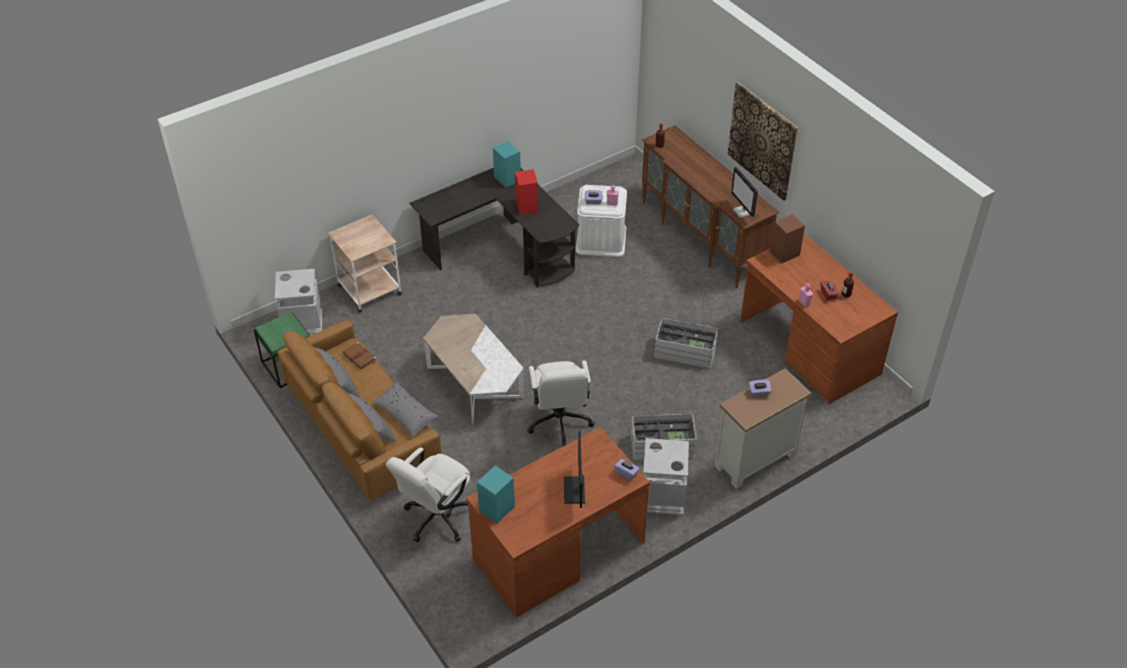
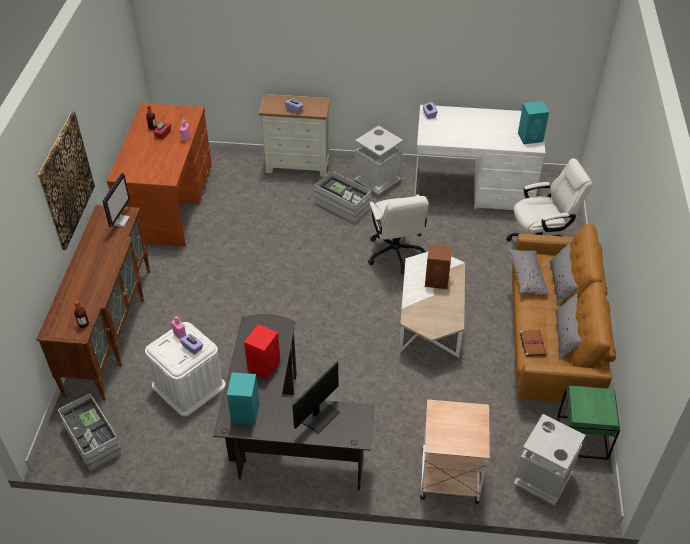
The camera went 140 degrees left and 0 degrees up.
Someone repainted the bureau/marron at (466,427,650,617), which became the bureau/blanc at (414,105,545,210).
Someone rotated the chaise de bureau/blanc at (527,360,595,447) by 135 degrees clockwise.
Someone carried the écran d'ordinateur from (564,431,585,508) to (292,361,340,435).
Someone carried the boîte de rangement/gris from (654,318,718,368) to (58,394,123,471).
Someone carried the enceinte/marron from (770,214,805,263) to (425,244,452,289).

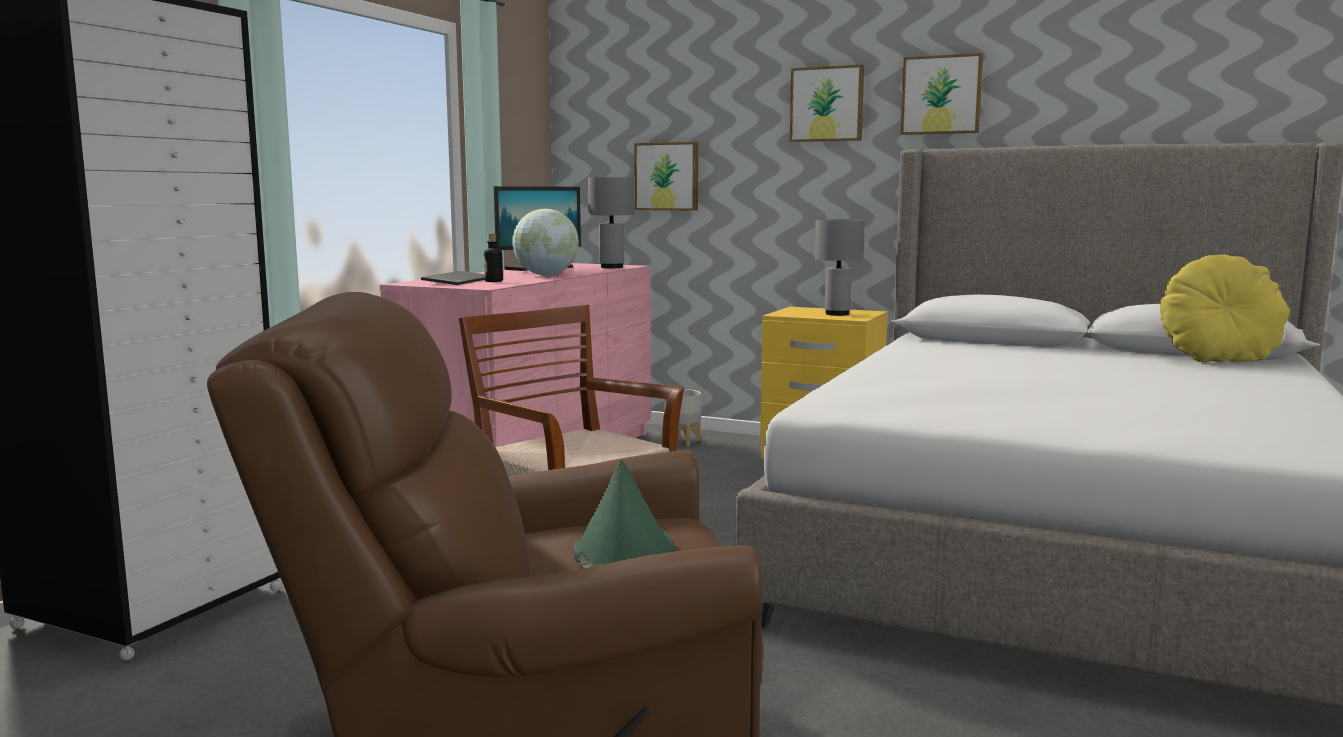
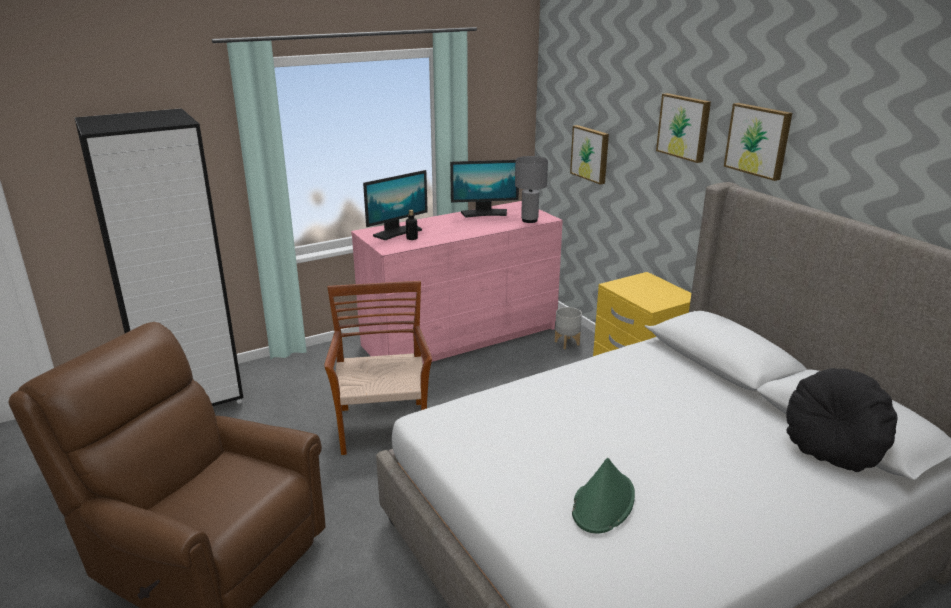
The camera went 35 degrees right and 15 degrees up.
Someone swapped the clavier at (421,271,485,285) for the écran d'ordinateur at (363,170,428,240).
Someone took away the globe at (512,209,579,275).
Someone carried the chapeau/vert from (574,459,676,568) to (572,458,635,533).
Someone took away the lampe de table/gris at (815,219,865,316).
Someone repainted the coussin/jaune at (1160,254,1290,362), which became the coussin/noir at (786,368,897,472).

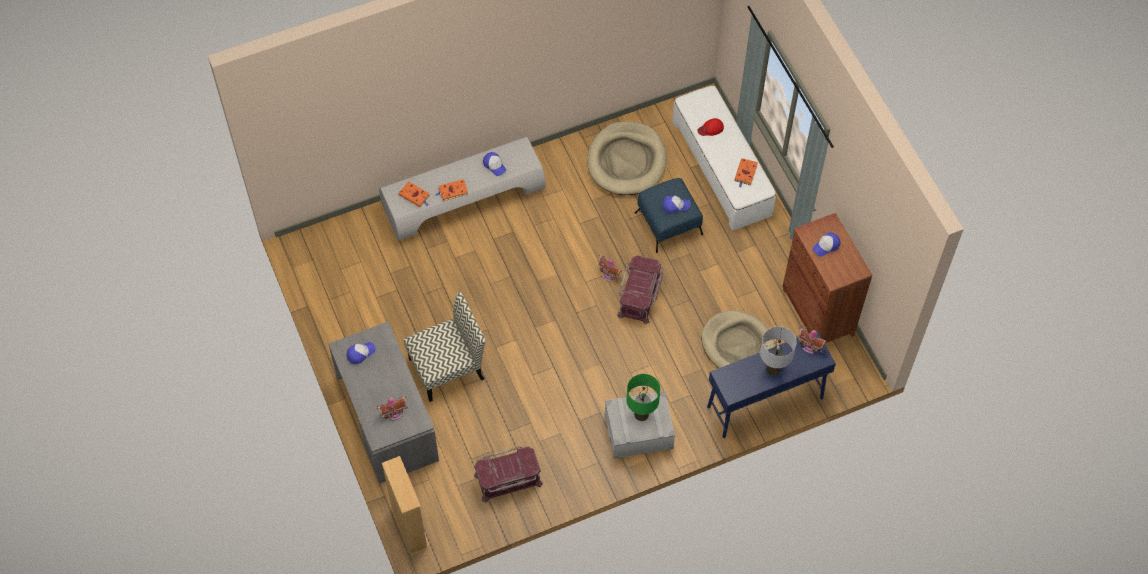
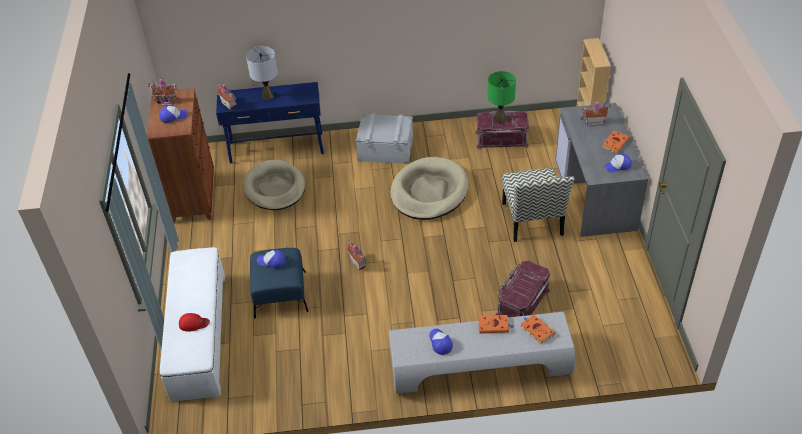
The camera went 160 degrees left and 15 degrees down.
Someone rotated the chaise at (404,292,486,402) by 90 degrees counterclockwise.
Someone carried the panier pour chien/beige from (587,121,667,195) to (390,157,469,220).
Someone carried the boîte de rangement/rouge from (617,255,663,324) to (495,261,550,317).
Someone carried the lampe de table/vert from (626,374,660,421) to (487,71,516,123).
Someone carried the livre/orange from (734,158,758,187) to (602,131,629,154).
Someone put down the maison miniature at (148,78,179,106).

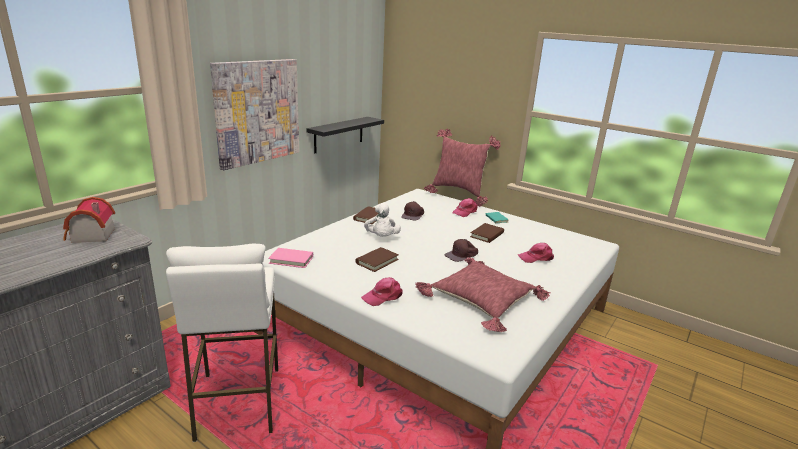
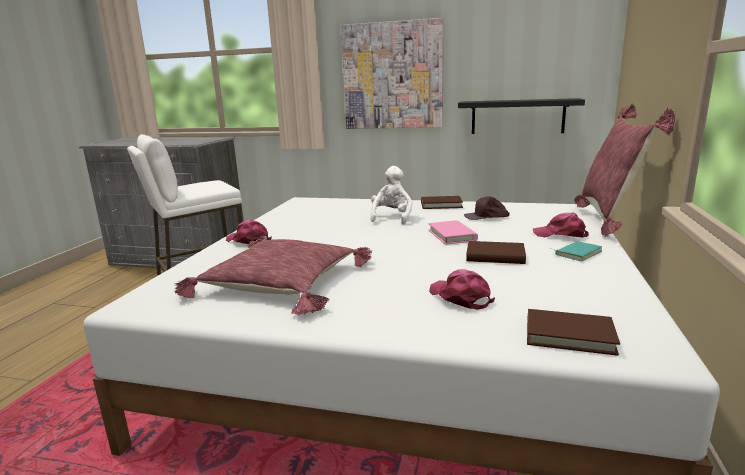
The camera went 70 degrees right and 5 degrees down.
Someone took away the maison miniature at (63,197,115,243).
Someone carried the livre/rose from (268,248,313,268) to (428,220,478,245).
Someone carried the livre/marron from (356,247,399,272) to (527,309,620,356).
Someone rotated the peluche/blanc at (364,203,401,237) by 135 degrees clockwise.
Someone took away the casquette/marron at (445,239,478,262).

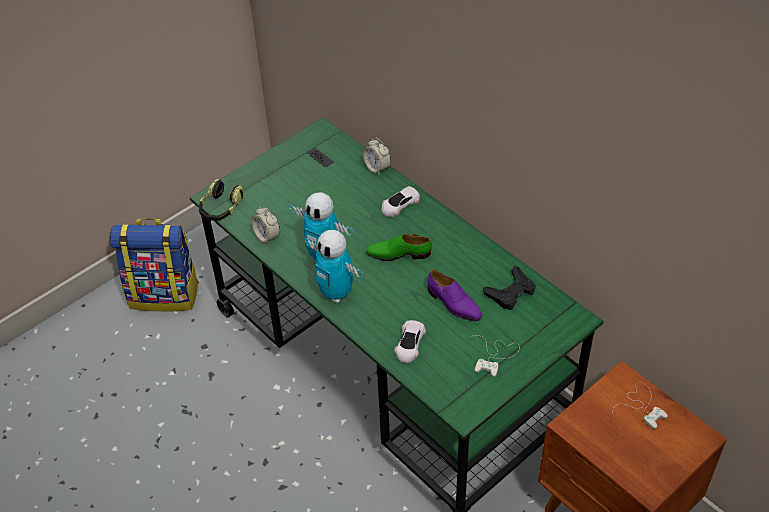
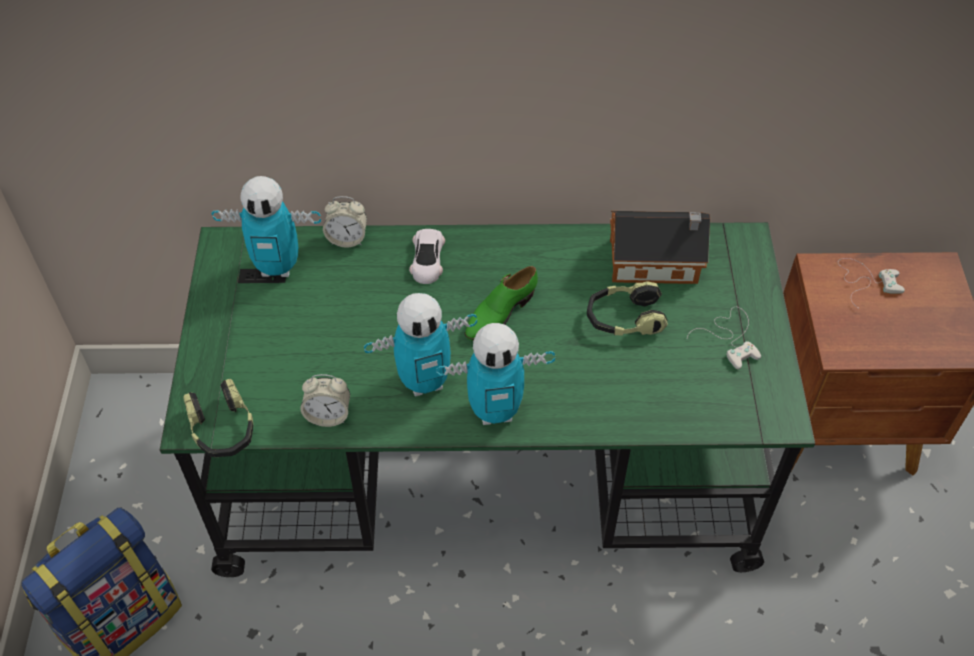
The camera went 50 degrees left and 5 degrees up.
Someone took away the petite voiture/blanc at (394,320,426,363).
Someone swapped the chaussure/violet at (428,269,482,321) for the casque audio at (587,281,668,336).
Someone swapped the manette/noir at (483,265,536,310) for the maison miniature at (610,211,710,284).
Someone put down the robot jouet at (212,176,321,277).

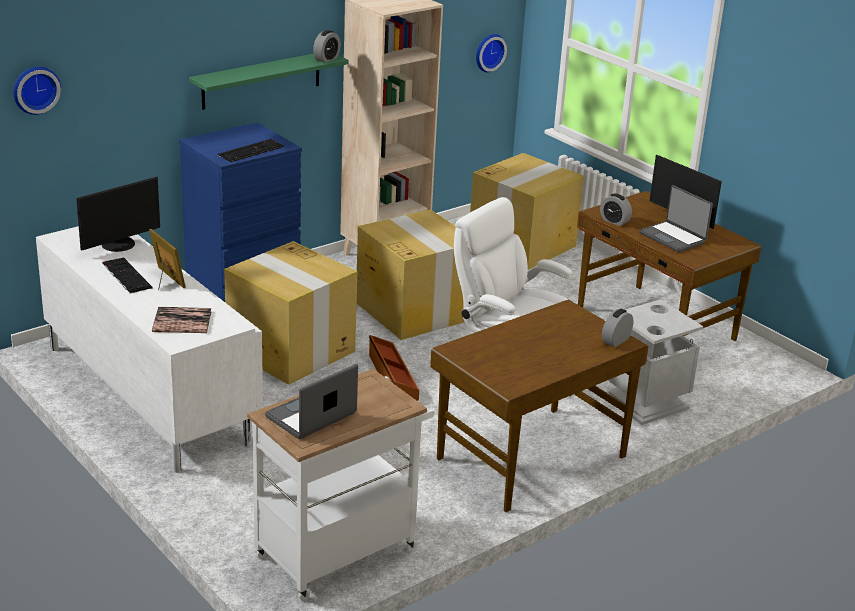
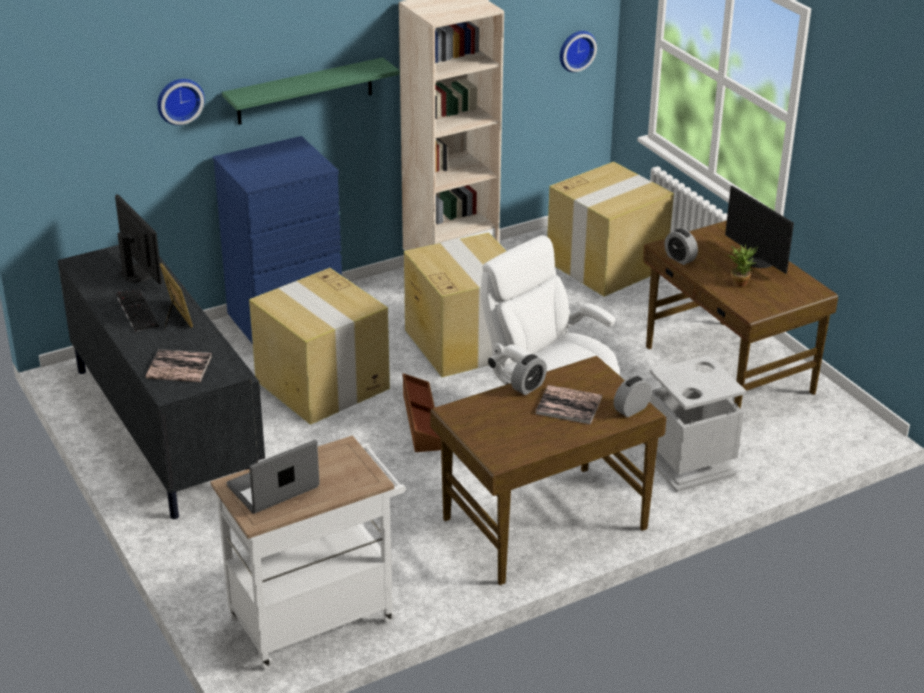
The camera went 10 degrees right and 5 degrees up.
Someone carried the horloge murale from (13,67,61,115) to (157,79,205,125).
Someone repainted the meuble de rangement/blanc at (36,226,263,473), which became the meuble de rangement/noir at (58,245,265,519).
Someone rotated the écran d'ordinateur at (76,177,160,252) by 90 degrees counterclockwise.
Someone took away the clavier at (218,139,284,162).
Someone carried the réveil from (313,30,341,63) to (511,354,547,395).
Someone swapped the ordinateur portable at (639,185,713,253) for the plante en pot at (728,243,758,287).
Someone put down the livre at (536,385,602,425).

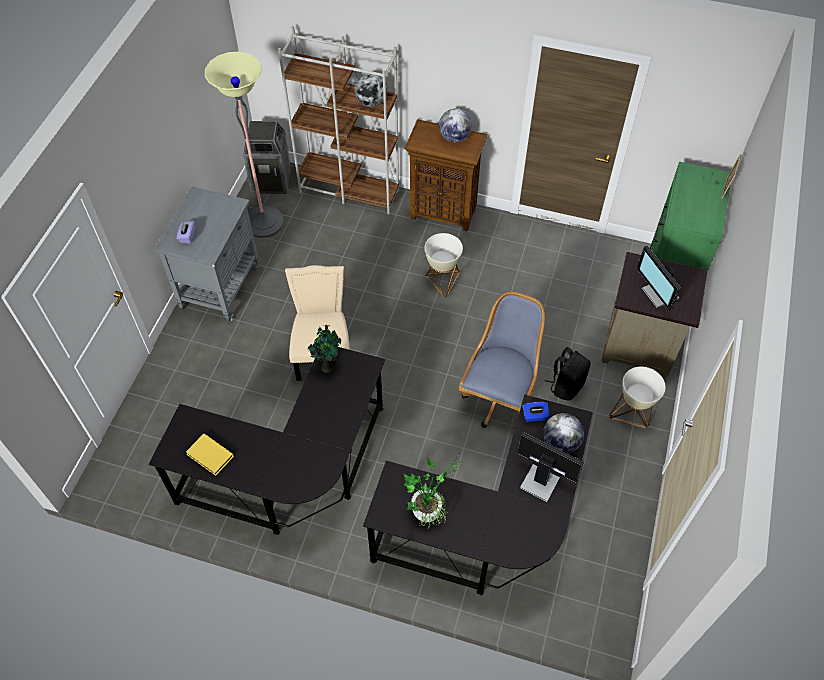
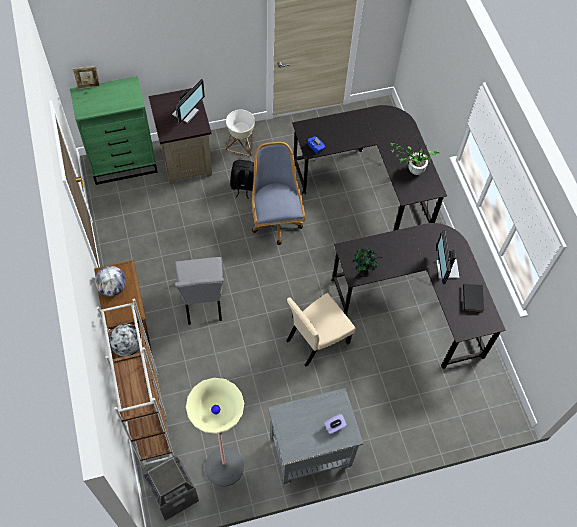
The camera went 125 degrees left and 5 degrees up.
Someone repainted the livre/jaune at (186,433,234,476), which became the livre/noir at (463,284,484,312).
Someone swapped the cache-pot at (424,233,463,298) for the chaise/gris at (175,257,224,325).
Someone rotated the chaise de bureau/bleu at (459,291,545,428) by 90 degrees clockwise.
Someone carried the écran d'ordinateur from (518,432,584,502) to (436,231,460,284).
Someone took away the globe at (543,413,584,454).

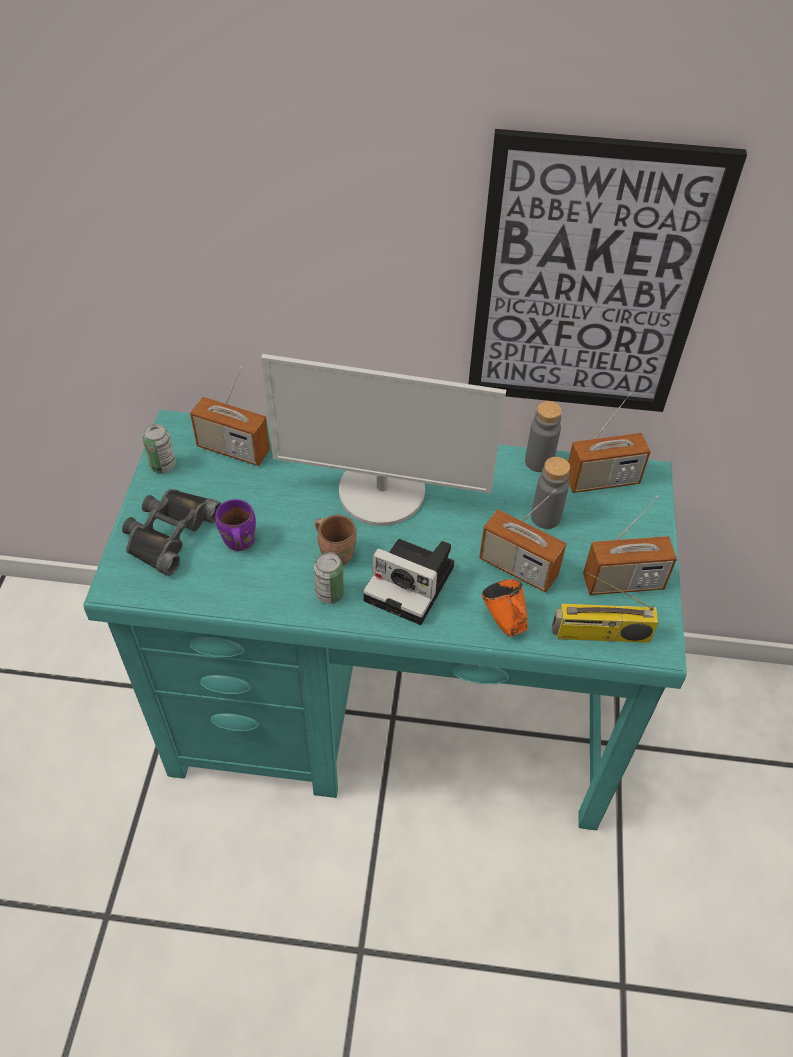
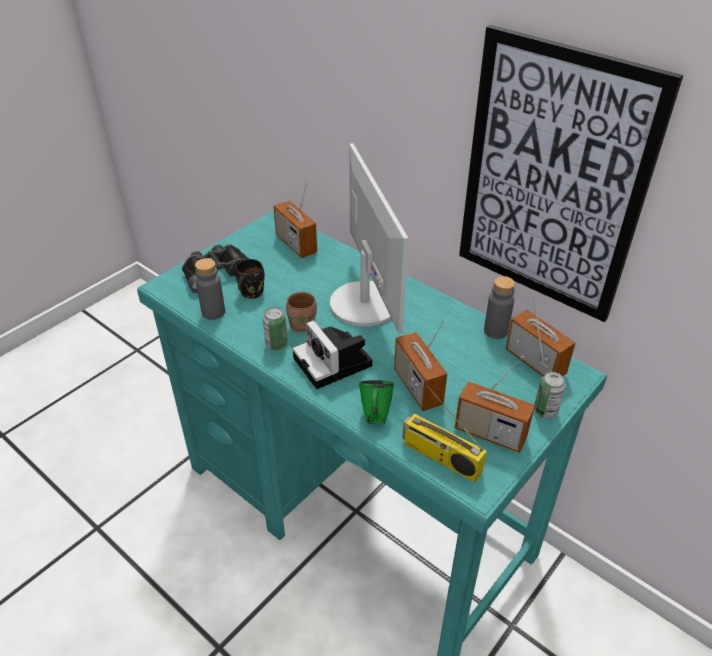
The camera went 35 degrees right and 10 degrees down.
Someone carried the boîte métallique from (142,424,176,473) to (534,372,566,418).
Someone repainted the mug/violet at (215,499,256,551), which became the mug/noir at (235,259,265,299).
Someone rotated the écran d'ordinateur at (261,354,506,526) by 150 degrees counterclockwise.
Someone repainted the mug/orange at (482,579,528,637), which became the mug/vert at (359,380,394,424).
Someone carried the bouteille/gris from (531,457,570,529) to (195,258,225,320).
Someone rotated the radio at (568,392,651,493) by 150 degrees counterclockwise.

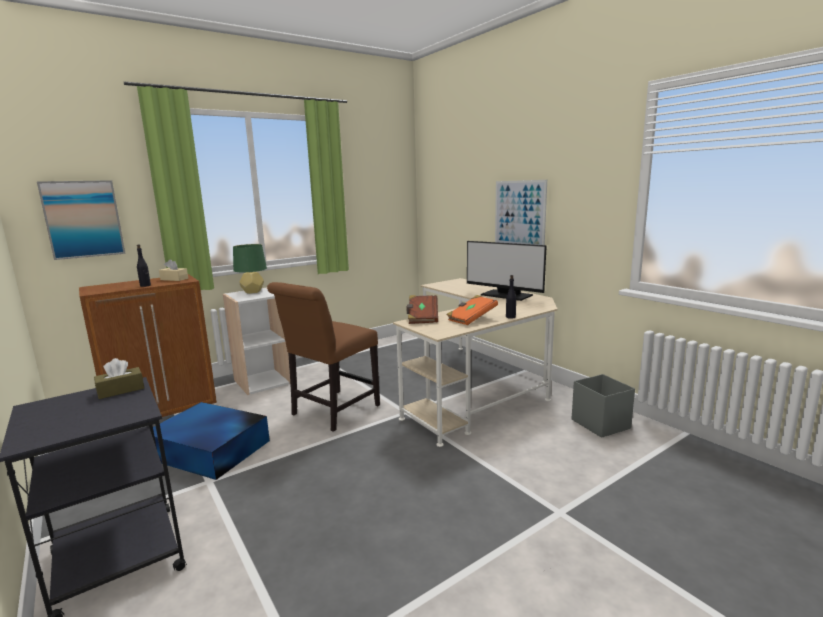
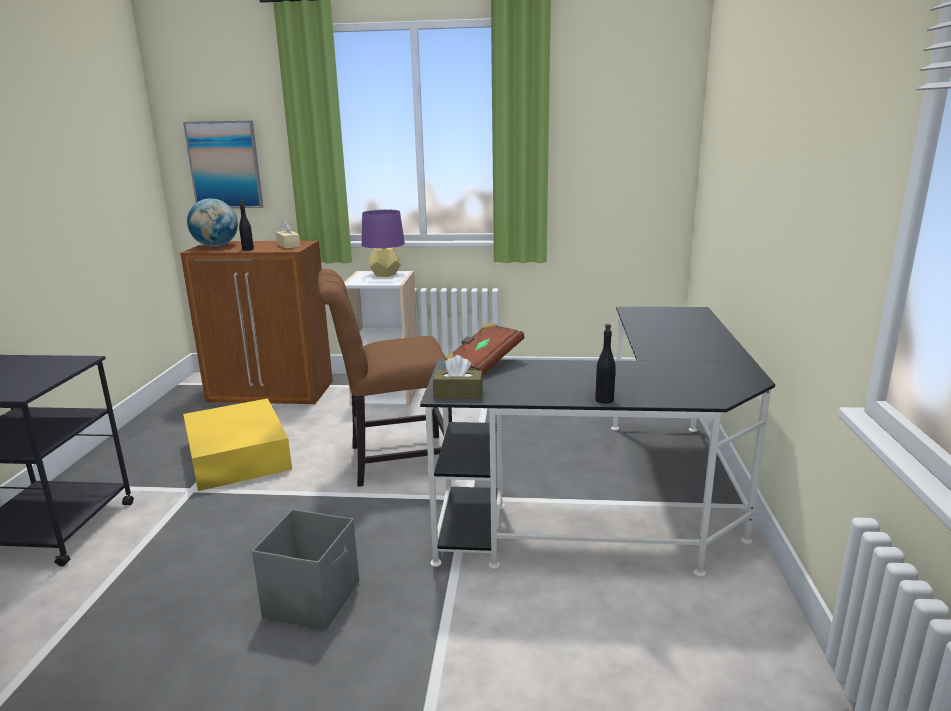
The camera went 40 degrees right and 5 degrees up.
Someone carried the boîte à mouchoirs/marron from (94,358,144,399) to (433,355,483,399).
Someone repainted the boîte de rangement/bleu at (153,402,270,480), which became the boîte de rangement/jaune at (183,398,292,491).
Someone repainted the lampe de table/vert at (233,244,267,294), which became the lampe de table/violet at (362,209,405,277).
Someone repainted the bureau/beige at (393,278,558,447), which became the bureau/noir at (420,307,775,577).
Someone took away the livre/orange at (446,295,498,325).
Someone took away the écran d'ordinateur at (467,241,547,301).
Someone took away the tableau at (495,180,547,245).
Someone carried the boîte de rangement/gris from (572,374,635,438) to (252,509,359,630).
Someone put down the globe at (187,198,238,247).

